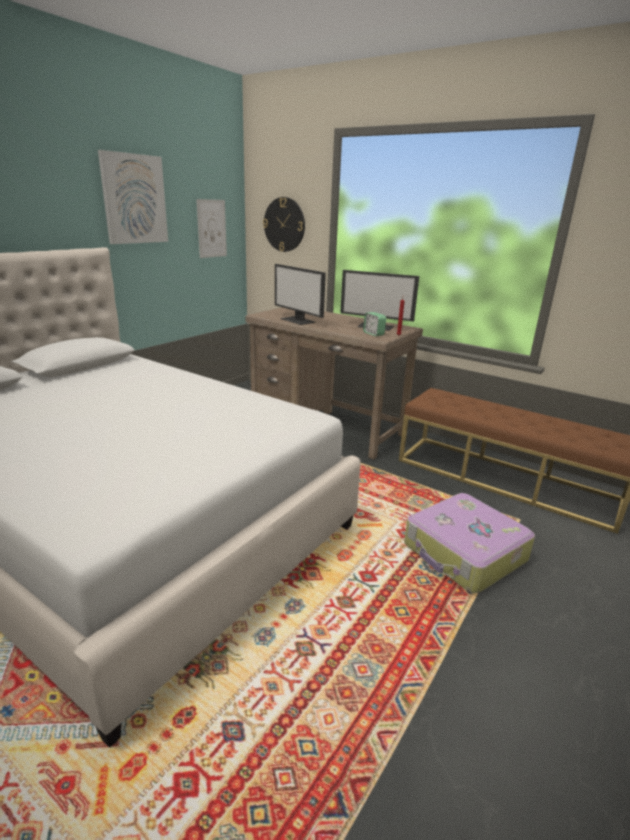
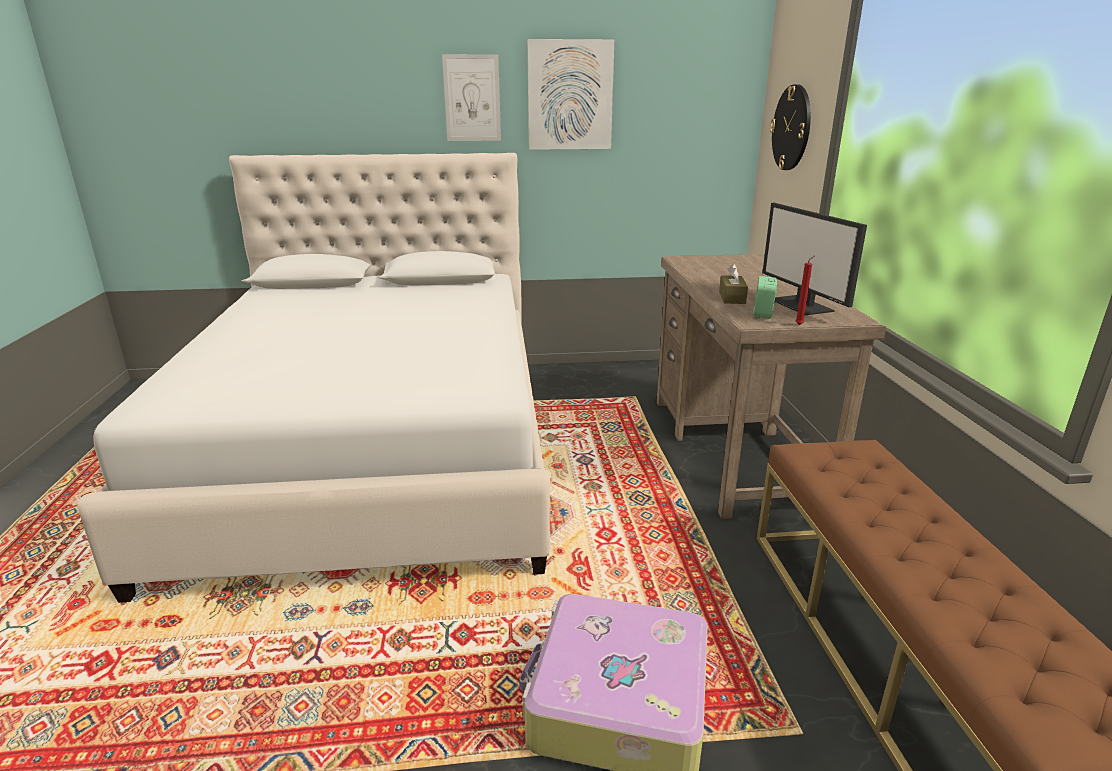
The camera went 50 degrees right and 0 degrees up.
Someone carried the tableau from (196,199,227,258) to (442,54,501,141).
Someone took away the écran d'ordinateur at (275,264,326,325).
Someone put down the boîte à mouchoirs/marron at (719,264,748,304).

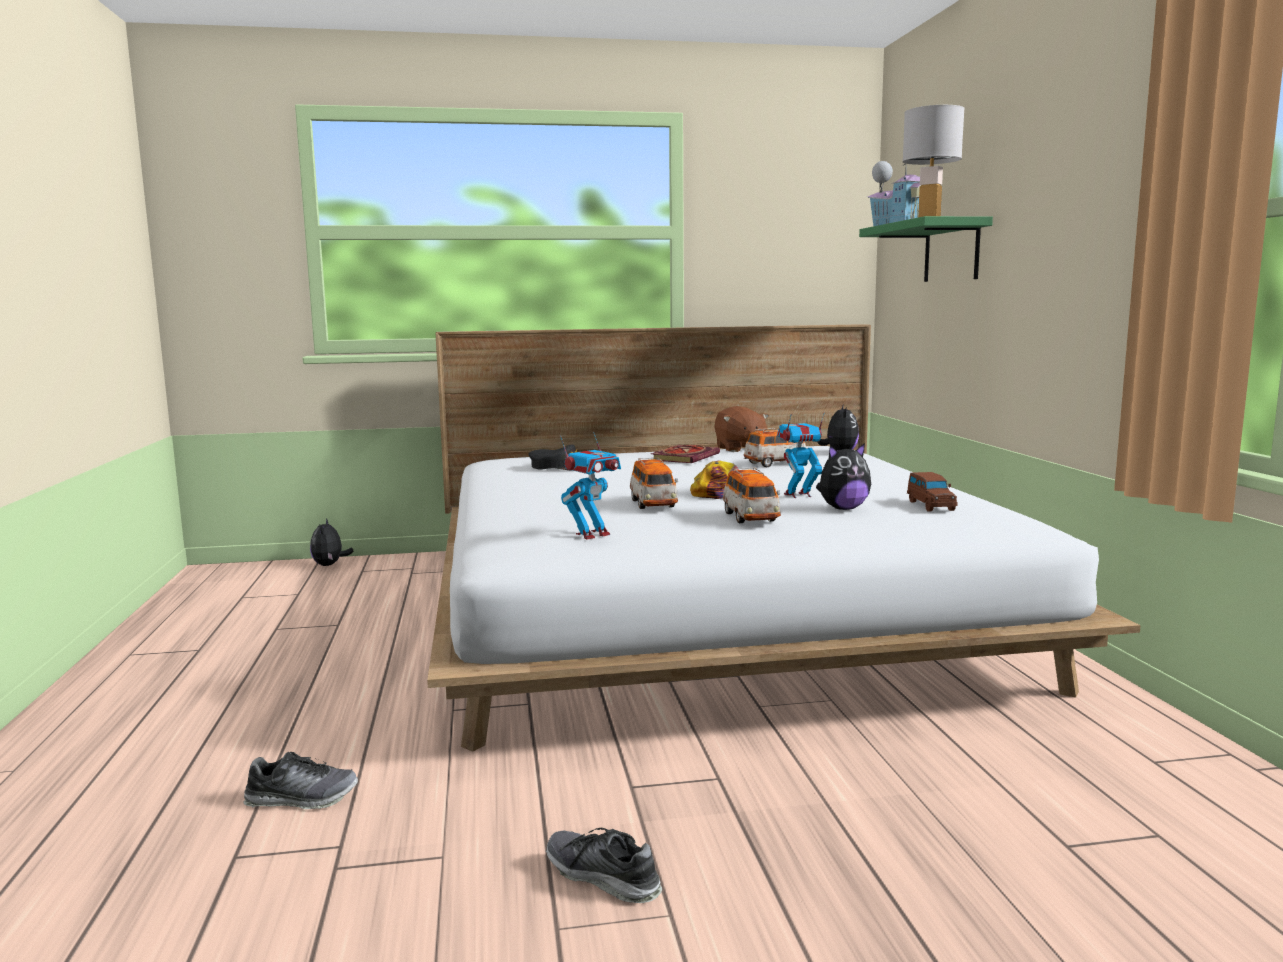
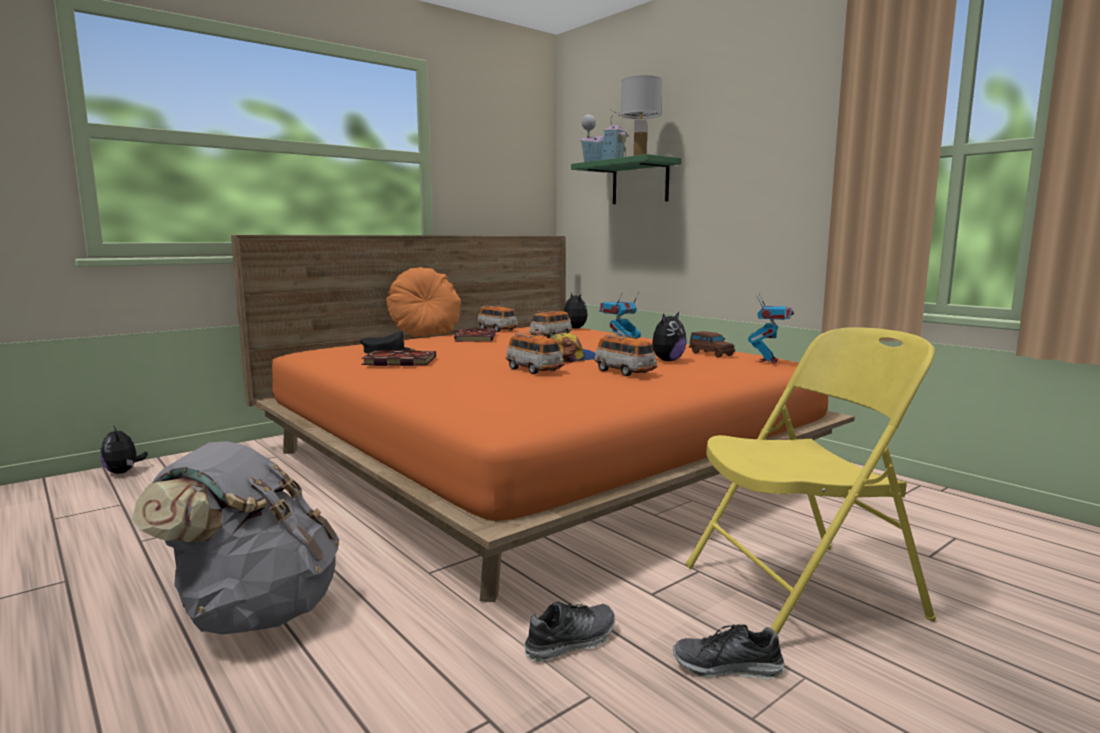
The camera went 30 degrees left and 0 degrees up.
Someone carried the chaussure from (243,752,358,809) to (524,602,615,662).
Someone repainted the lit/blanc at (427,324,1141,752), which became the lit/orange at (231,235,855,602).
Someone carried the robot jouet from (560,431,621,540) to (748,294,794,364).
Someone swapped the peluche/marron at (714,406,769,452) for the petite voiture at (477,304,518,332).
Someone put down the sac à dos/gris at (132,441,339,634).
Someone put down the livre at (361,350,436,366).
Someone put down the coussin/orange at (386,267,461,337).
Someone put down the chaise/jaune at (686,327,936,635).

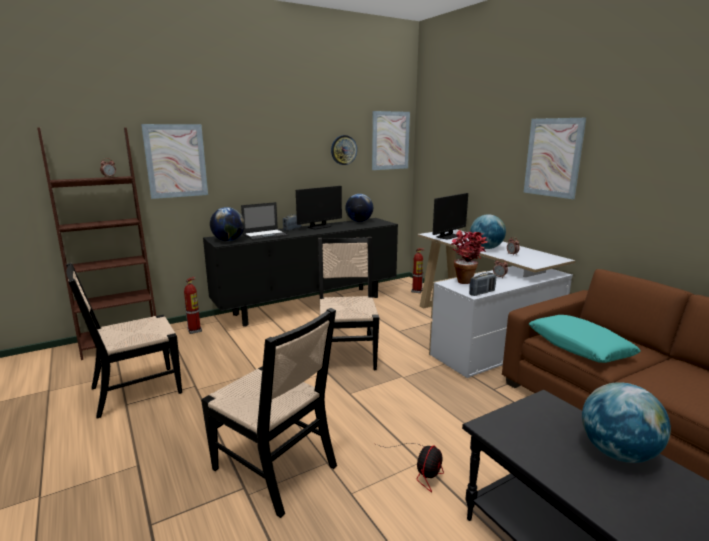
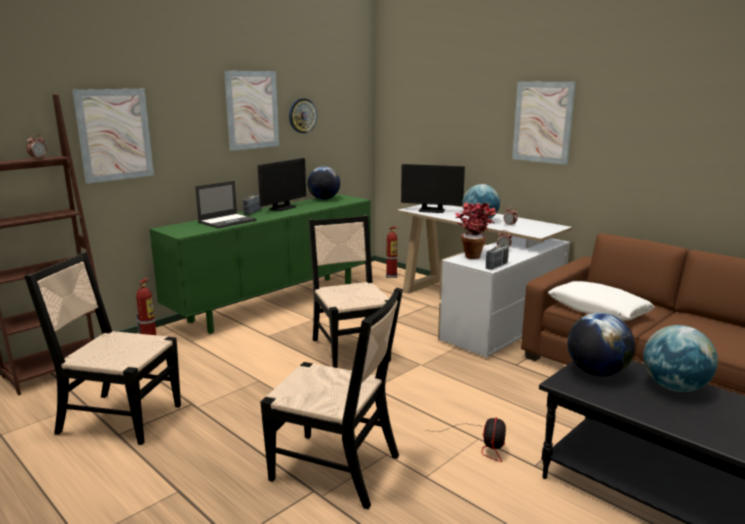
The camera went 15 degrees left and 0 degrees up.
Someone rotated the chaise at (66,263,182,418) by 60 degrees clockwise.
Someone repainted the meuble de rangement/noir at (203,218,398,327), which became the meuble de rangement/vert at (150,194,370,334).
Someone carried the globe from (210,207,245,241) to (567,313,635,376).
Someone carried the tableau from (372,111,410,170) to (224,71,279,151).
Someone rotated the écran d'ordinateur at (433,193,468,239) by 75 degrees clockwise.
Someone repainted the coussin/turquoise at (529,315,641,363), which became the coussin/blanc at (548,281,655,321).

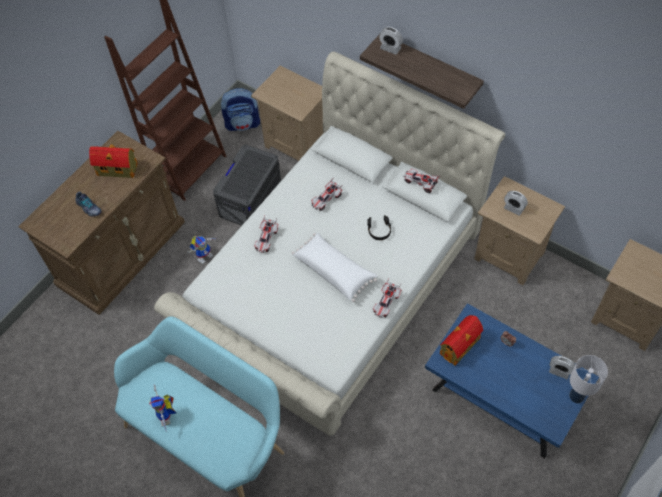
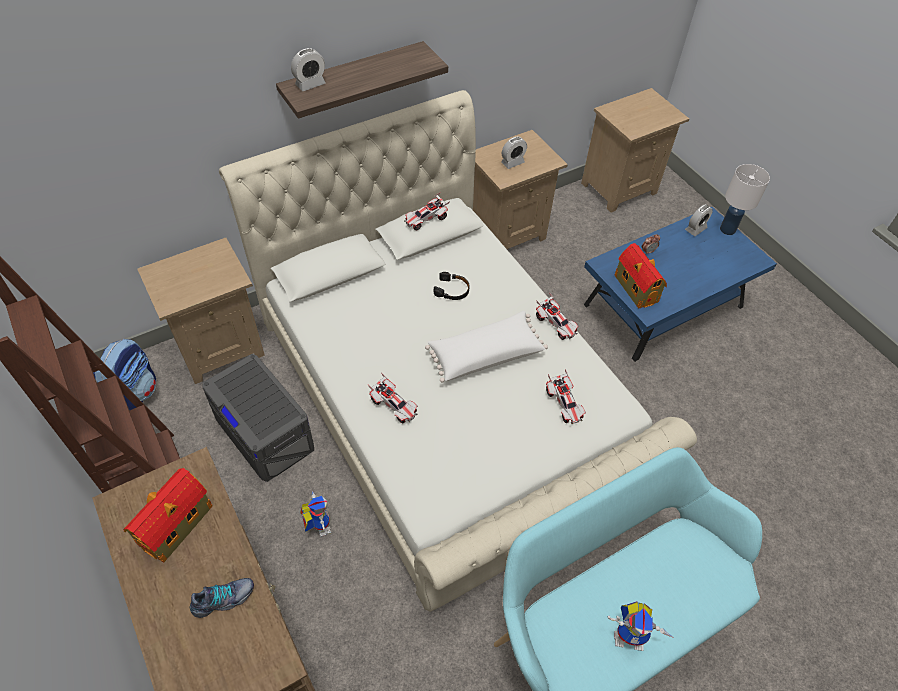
The camera went 70 degrees left and 5 degrees down.
Someone carried the petite voiture from (311,177,343,211) to (546,369,586,424).

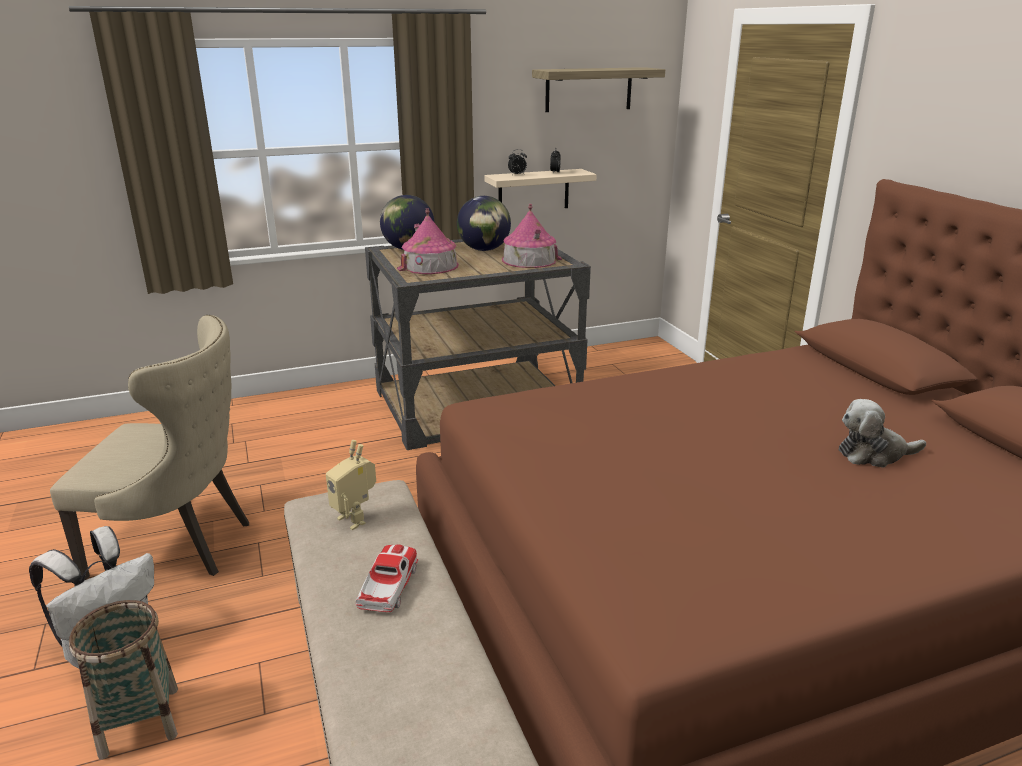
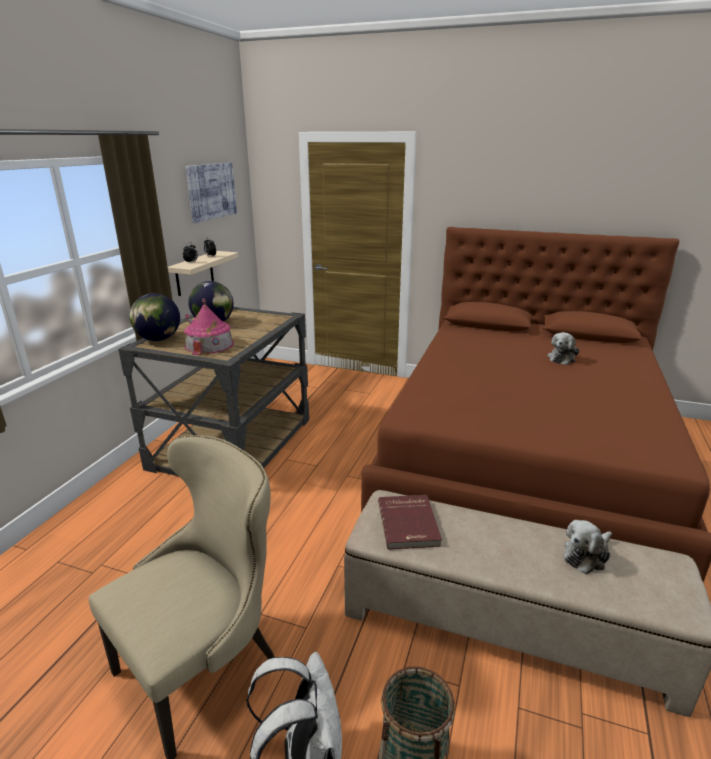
The camera went 50 degrees left and 0 degrees up.
Someone swapped the robot jouet at (326,440,376,530) for the livre/rouge at (378,495,442,550).
Someone took away the petite voiture at (356,544,418,612).
Someone took away the maison miniature at (502,204,562,268).
Someone swapped the étagère at (532,67,665,112) for the tableau at (185,163,237,223).
Someone put down the peluche at (563,520,612,574).

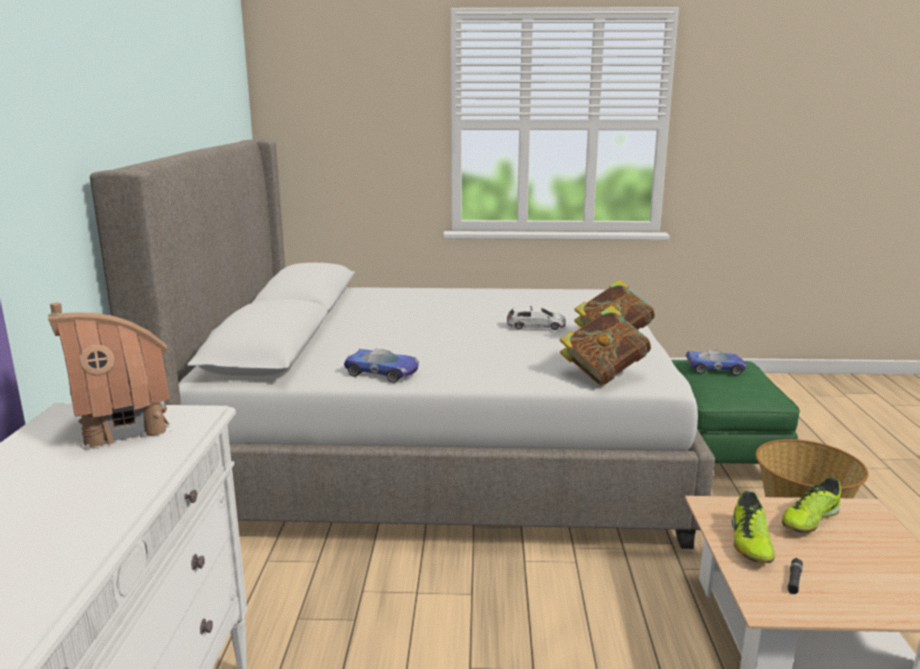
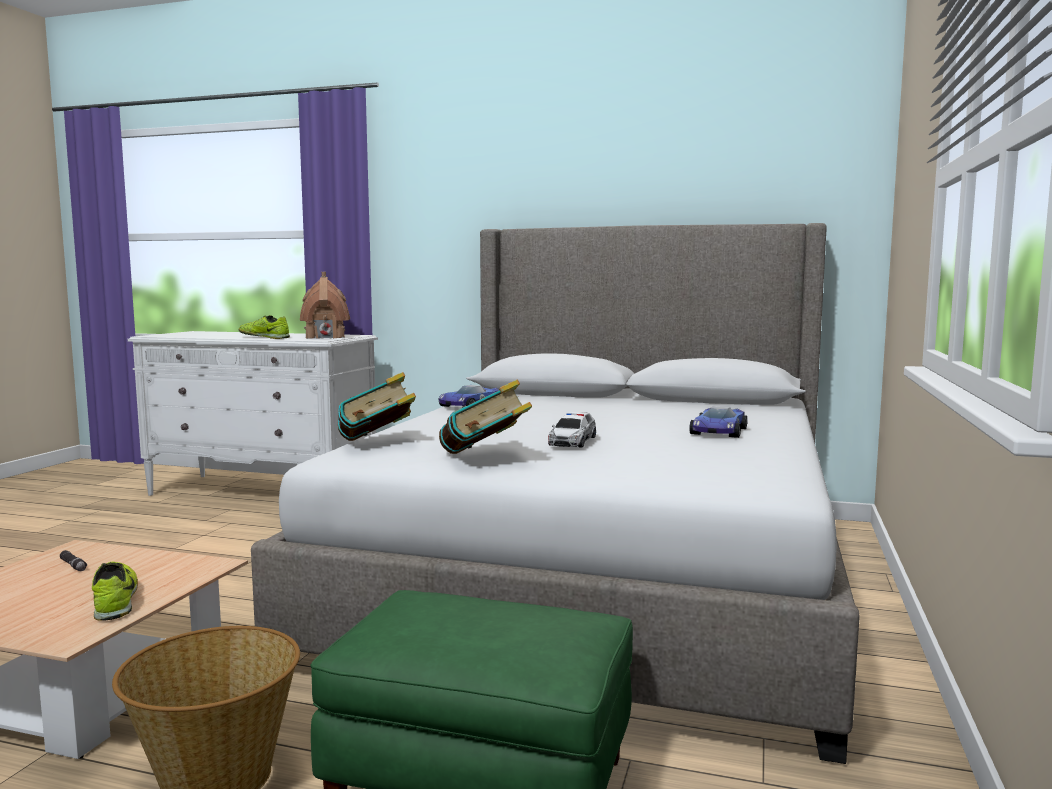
The camera went 105 degrees right and 10 degrees down.
Someone carried the petite voiture from (686,350,747,375) to (689,406,747,438).
Someone carried the chaussure from (732,491,775,563) to (239,315,290,339).

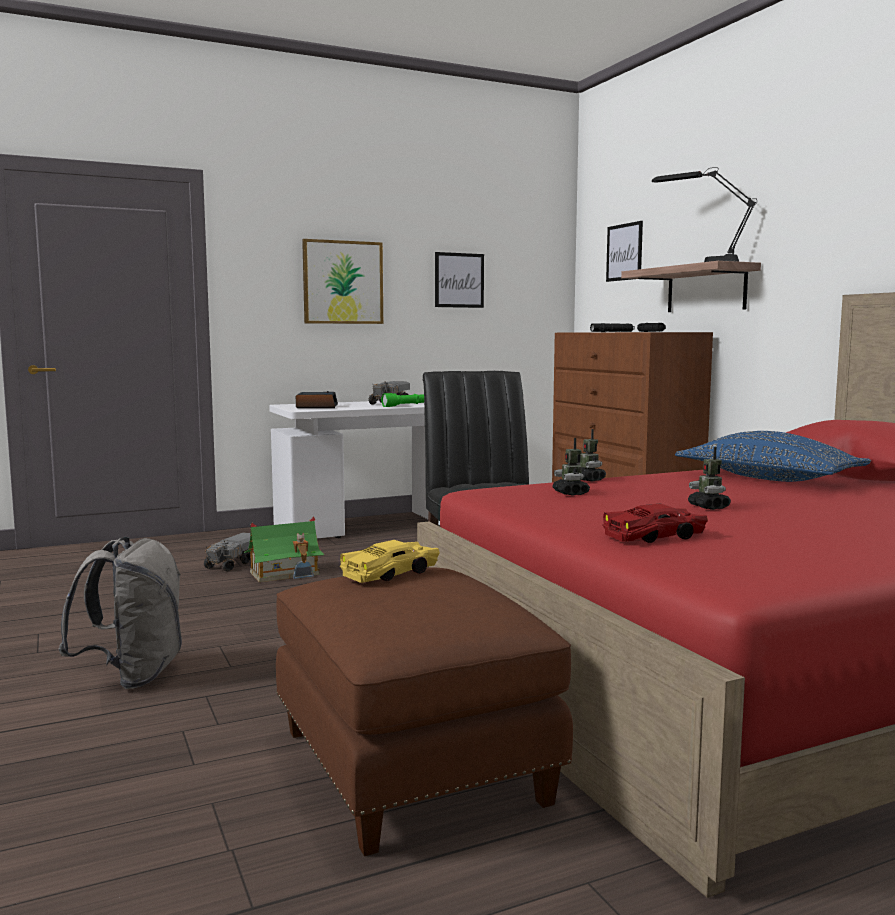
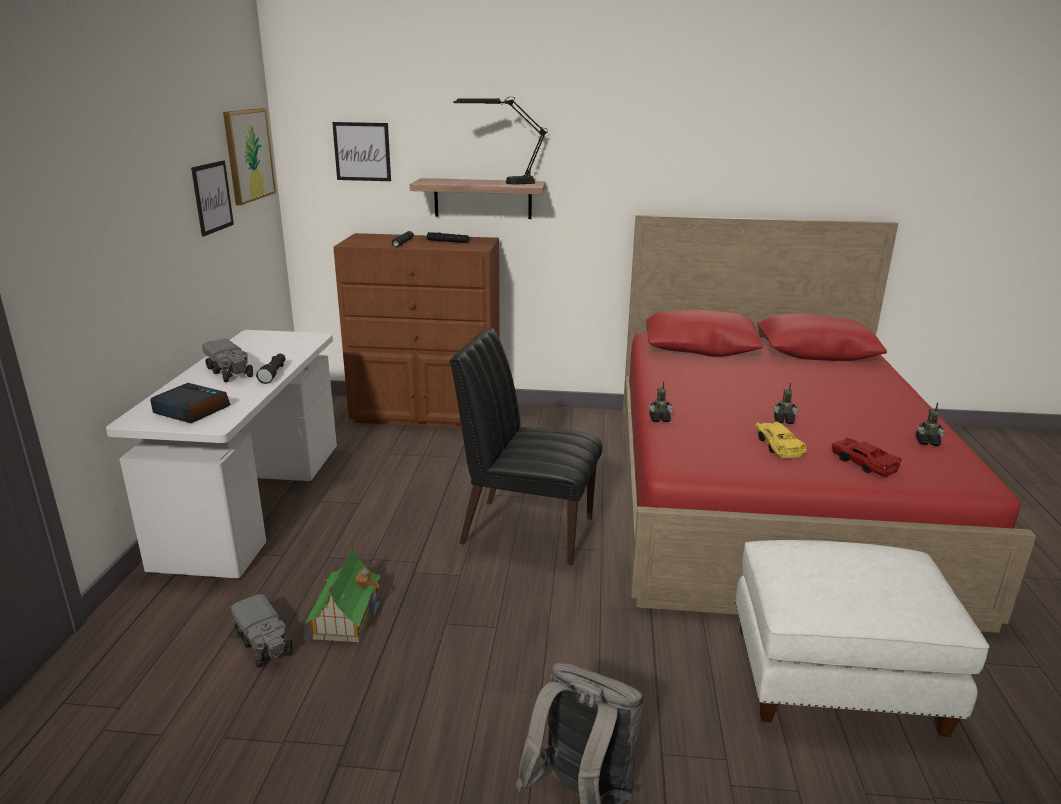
The camera went 60 degrees left and 15 degrees up.
Someone repainted the pouf/marron at (276,567,573,856), which became the pouf/blanc at (735,540,990,737).
Someone carried the tableau from (302,239,383,324) to (223,108,276,205).
Someone carried the petite voiture/jaune from (340,540,440,583) to (755,421,807,458).
Someone repainted the lampe de poche/vert at (381,393,424,407), which became the lampe de poche/noir at (256,354,286,384).
Someone carried the robot jouet from (553,438,590,496) to (916,402,945,446).
Someone rotated the petite voiture/rouge at (602,504,708,543) by 45 degrees counterclockwise.
Someone took away the coussin/bleu at (675,431,871,482).

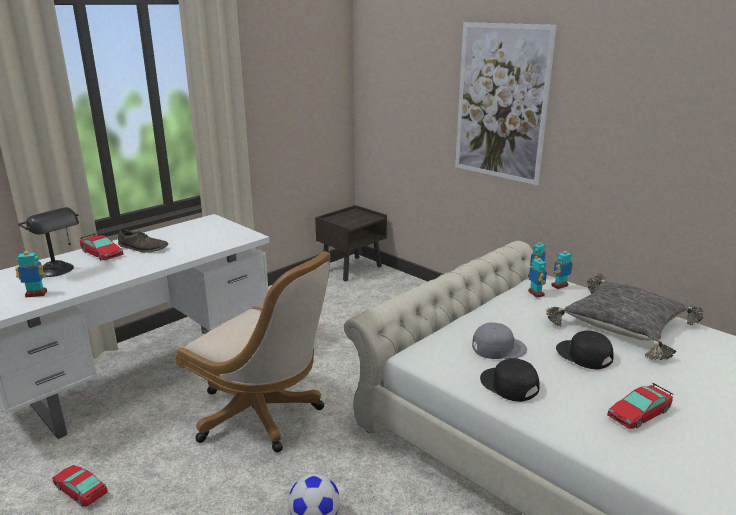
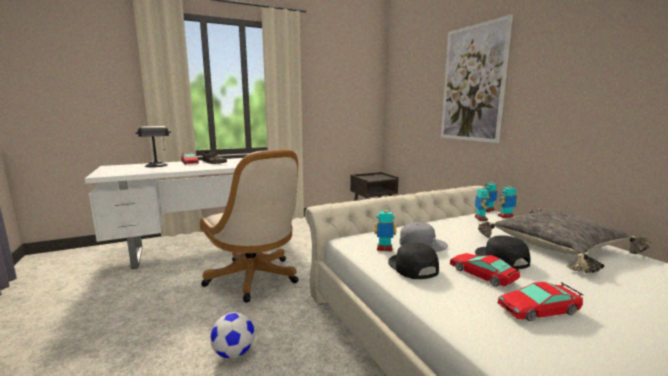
The camera went 20 degrees right and 10 degrees down.
Someone carried the robot jouet from (15,246,47,297) to (374,205,397,252).
Someone carried the petite voiture from (52,465,108,507) to (450,253,520,287).

